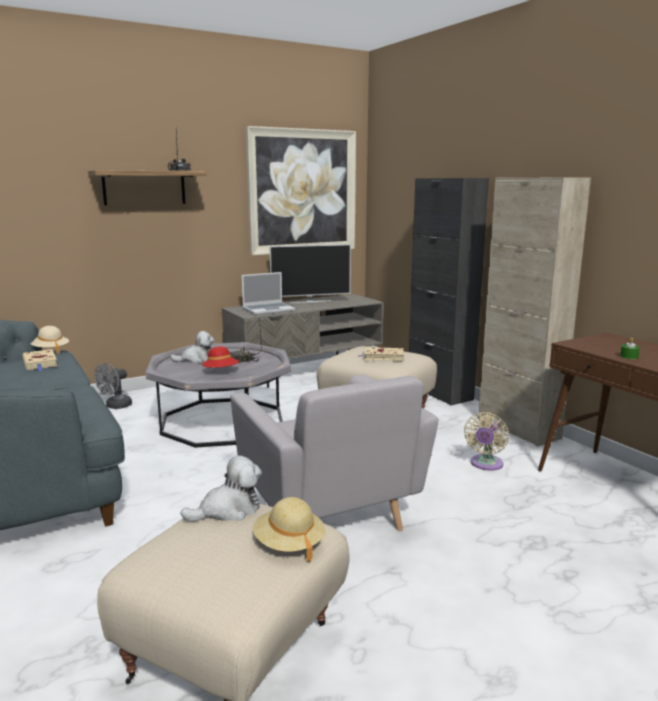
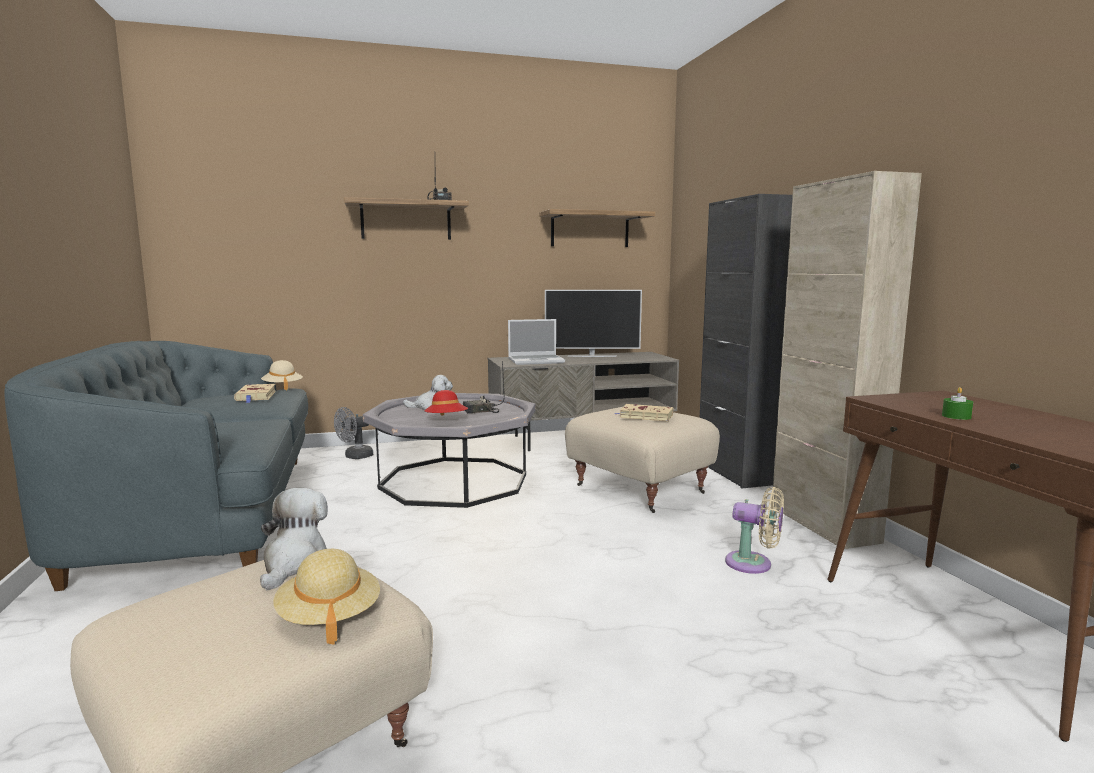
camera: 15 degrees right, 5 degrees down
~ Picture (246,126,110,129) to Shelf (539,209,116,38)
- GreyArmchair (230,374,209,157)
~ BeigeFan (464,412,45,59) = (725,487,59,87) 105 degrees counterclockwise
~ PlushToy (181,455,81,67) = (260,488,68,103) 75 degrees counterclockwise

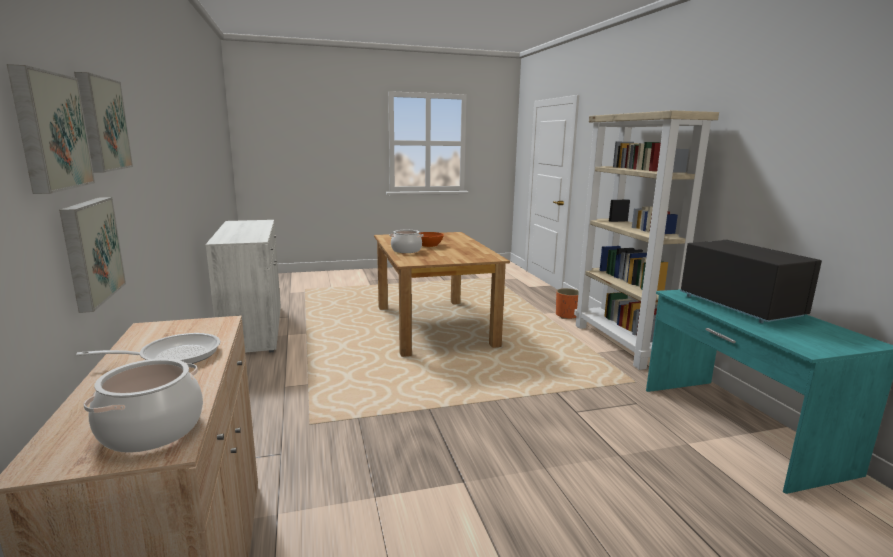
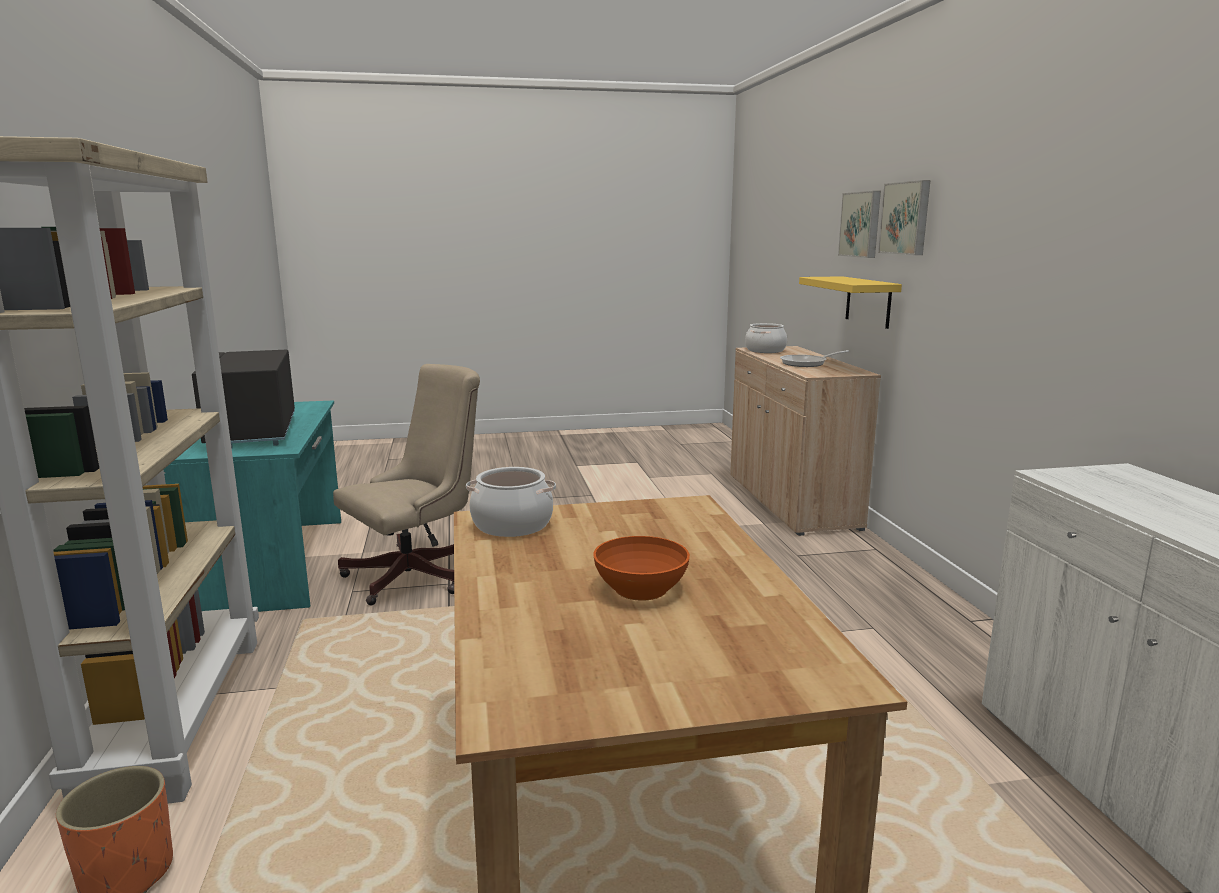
camera: 175 degrees left, 0 degrees up
~ Picture (59,197,67,116) to YellowShelf (799,276,103,53)
~ CookingPot (389,230,34,23) to (466,467,90,70)
+ BeigeOfficeChair (333,364,147,241)

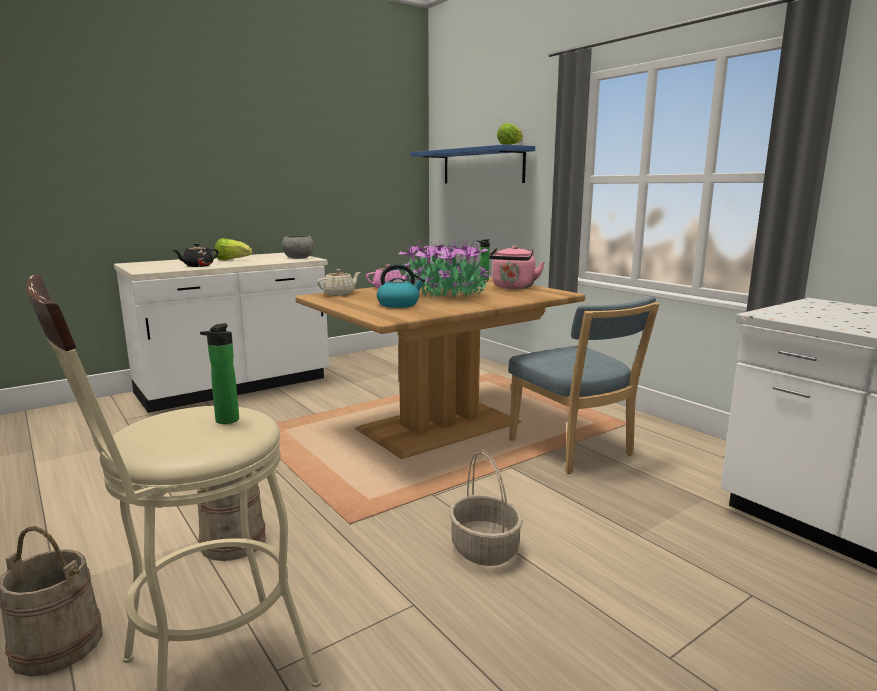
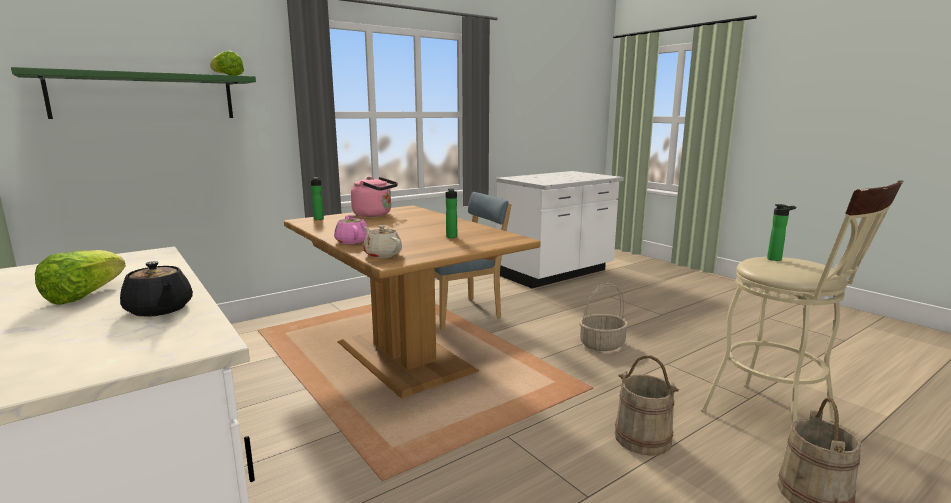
camera: 90 degrees left, 0 degrees up
~ BlueShelf (410,144,125,40) to GreenShelf (11,67,245,52)
- GreyBowl (282,235,32,24)
- PottedPlant (399,239,93,60)
~ Kettle (377,264,48,44) to Bottle (446,188,11,50)

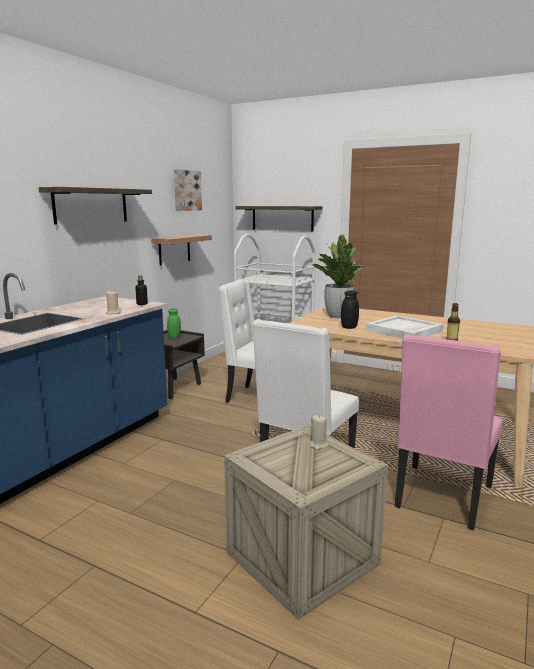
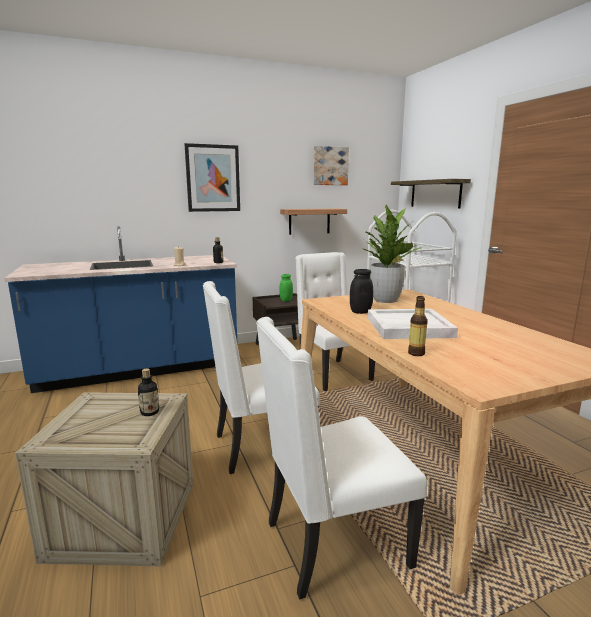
camera: 40 degrees right, 0 degrees up
~ Shelf (39,187,113,38) to Picture (185,143,55,69)
~ PinkChair (395,334,108,196) to WhiteChair (256,317,171,283)
~ BeigeCandle (309,415,20,35) to Bottle (138,368,21,48)

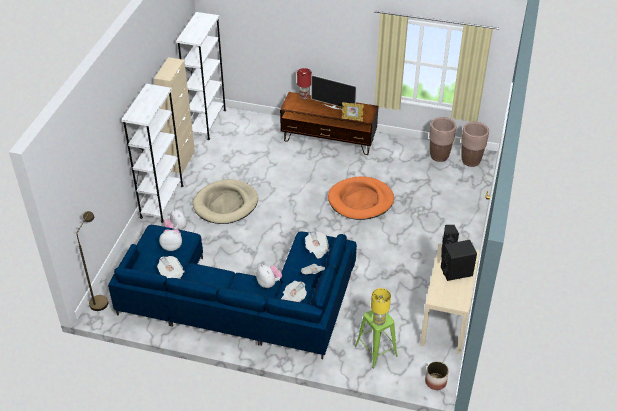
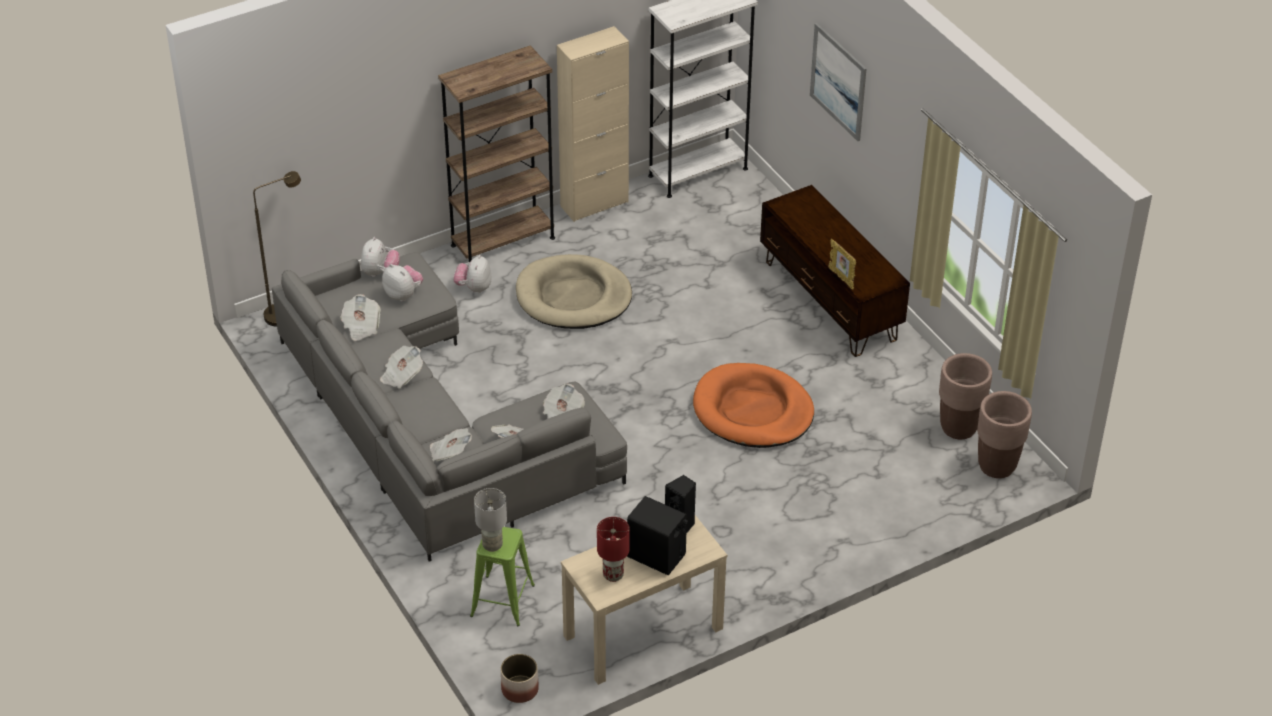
camera: 45 degrees right, 0 degrees up
~ RedTableLamp (297,68,15,32) to (597,517,33,65)
- Television (311,75,46,35)
~ WhiteBookcase (121,84,63,139) to BrownBookcase (438,45,117,217)
~ BlueSofa (108,225,249,134) to GreySofa (272,252,355,309)
~ PlushToy (256,265,26,23) to (361,237,39,40)
~ YellowTableLamp (371,288,20,38) to GreyTableLamp (474,488,33,64)
+ Picture (810,23,57,118)
+ Newspaper (380,346,43,42)

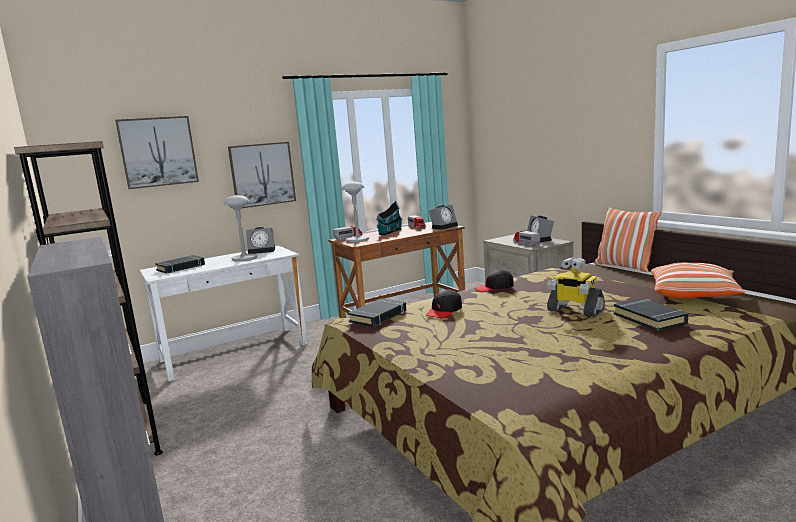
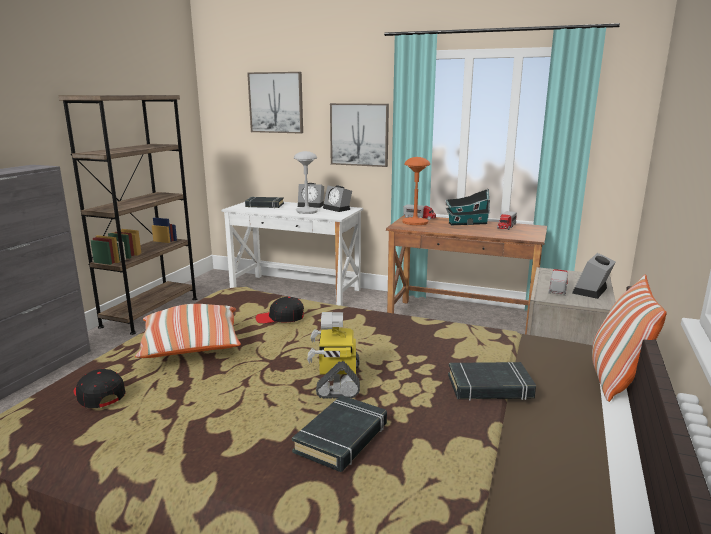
camera: 50 degrees right, 5 degrees up
~ GreyTableLamp (342,182,27,61) to OrangeTableLamp (402,157,28,68)
~ AlarmClock (429,205,29,25) to (298,183,26,25)
~ Pillow (651,263,94,35) to (135,304,106,54)
~ BlackCap (475,270,39,22) to (73,369,53,39)
~ BlackBook (348,298,58,29) to (448,362,88,38)

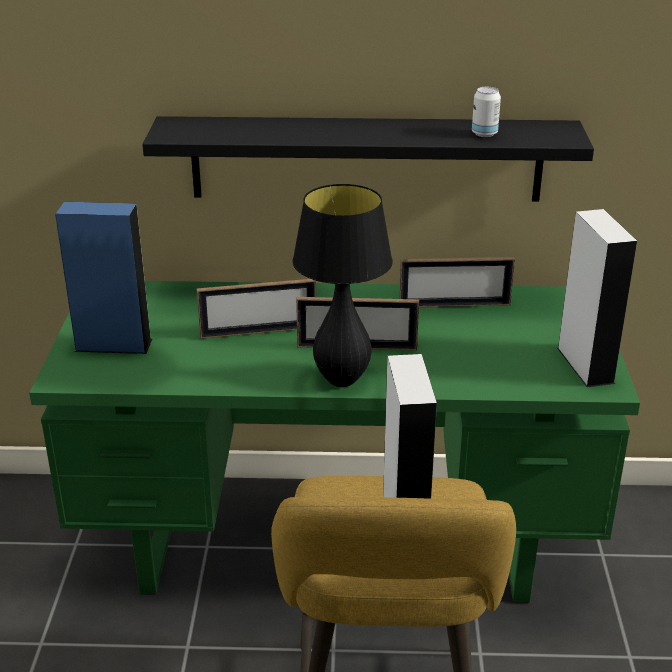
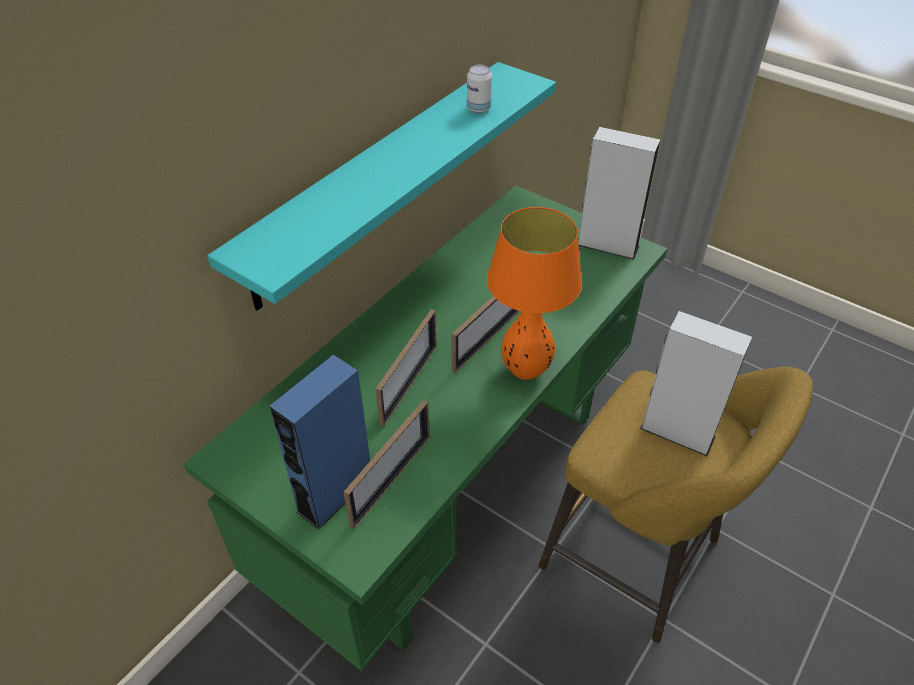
camera: 55 degrees left, 15 degrees up
~ BlackShelf (142,116,452,86) to TurquoiseShelf (207,62,349,249)
~ BlackTableLamp (292,184,101,203) to OrangeTableLamp (487,207,95,173)
~ PictureFrame (399,257,116,50) to (343,400,87,129)

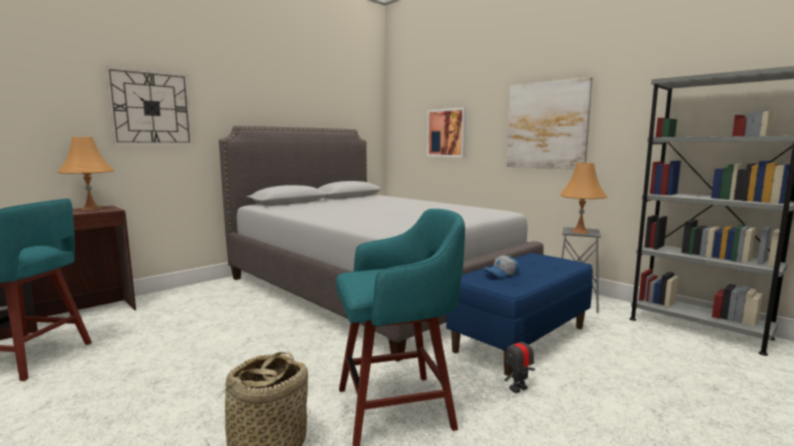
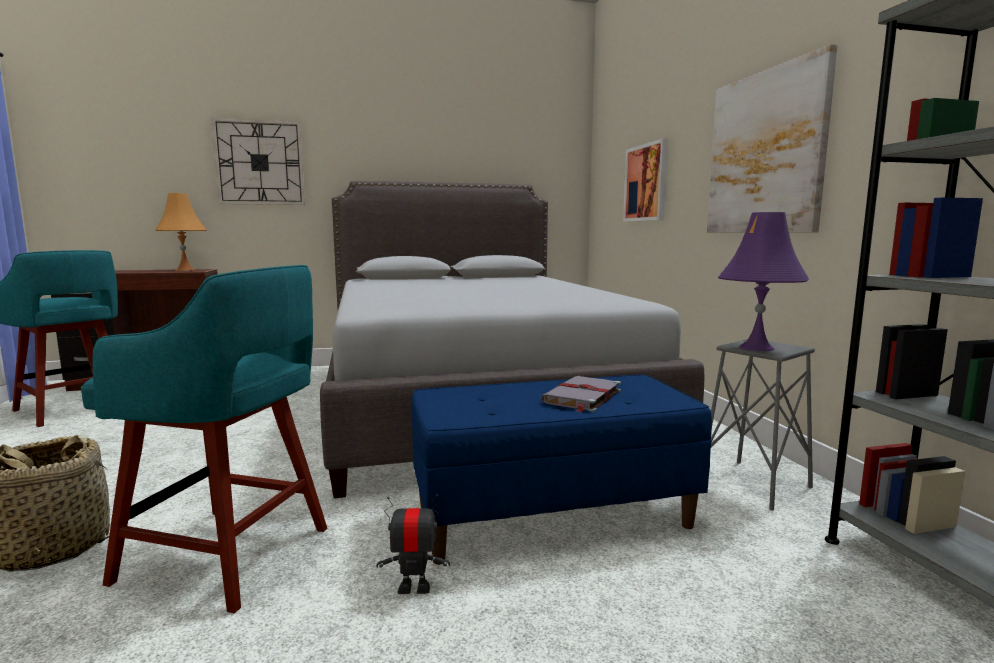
camera: 30 degrees right, 0 degrees up
~ OrangeTableLamp (560,163,47,71) to PurpleTableLamp (718,212,91,139)
- Cap (484,255,35,23)
+ GreyBook (541,376,80,36)

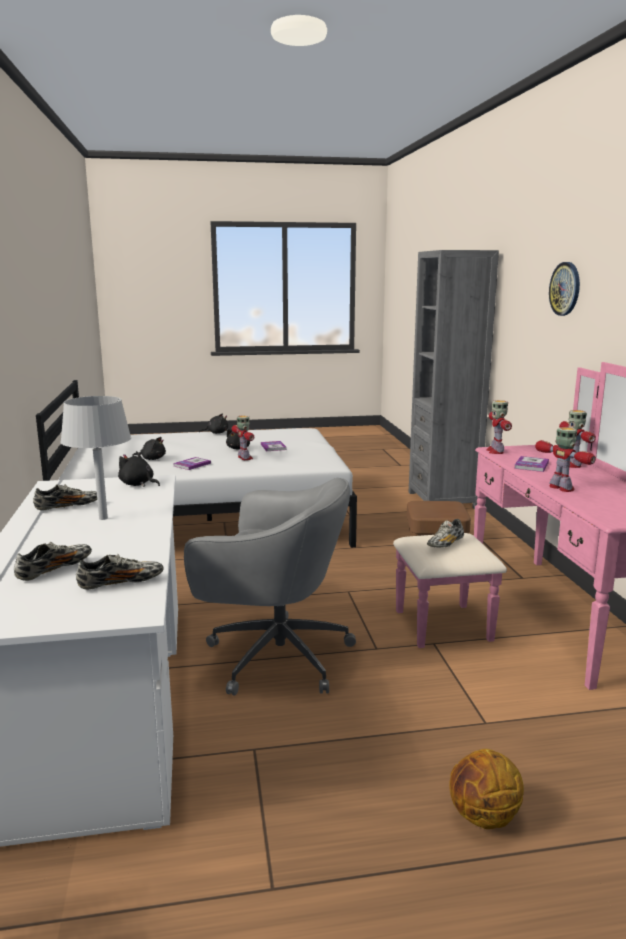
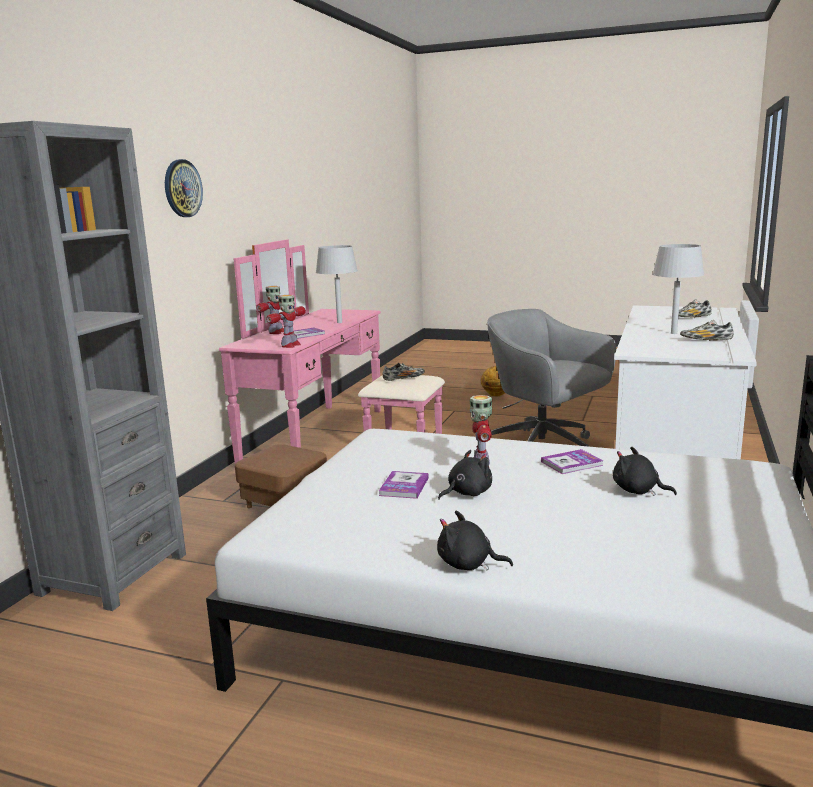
camera: 150 degrees left, 0 degrees up
~ ToyRobot (535,427,61,65) to GreyTableLamp (316,245,42,78)
- BlackPlushToy (118,451,42,36)
- Shoe (76,554,88,36)

